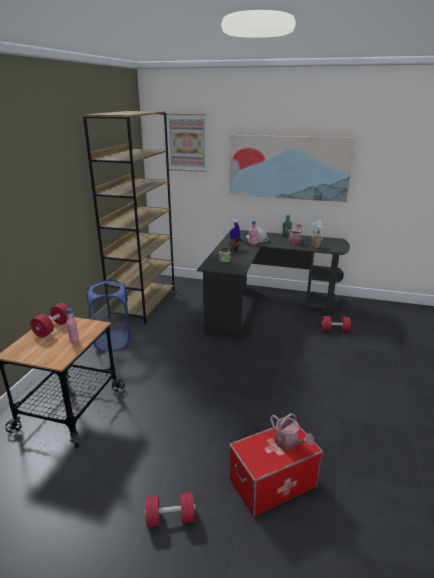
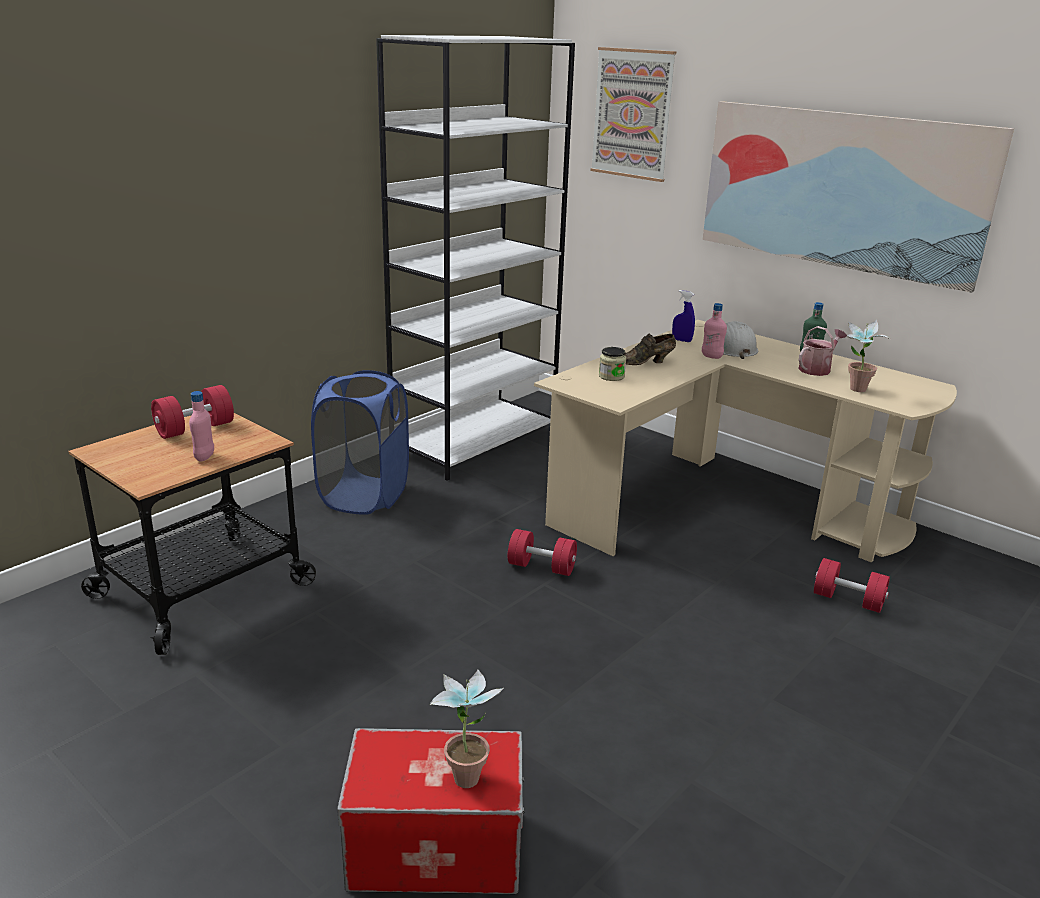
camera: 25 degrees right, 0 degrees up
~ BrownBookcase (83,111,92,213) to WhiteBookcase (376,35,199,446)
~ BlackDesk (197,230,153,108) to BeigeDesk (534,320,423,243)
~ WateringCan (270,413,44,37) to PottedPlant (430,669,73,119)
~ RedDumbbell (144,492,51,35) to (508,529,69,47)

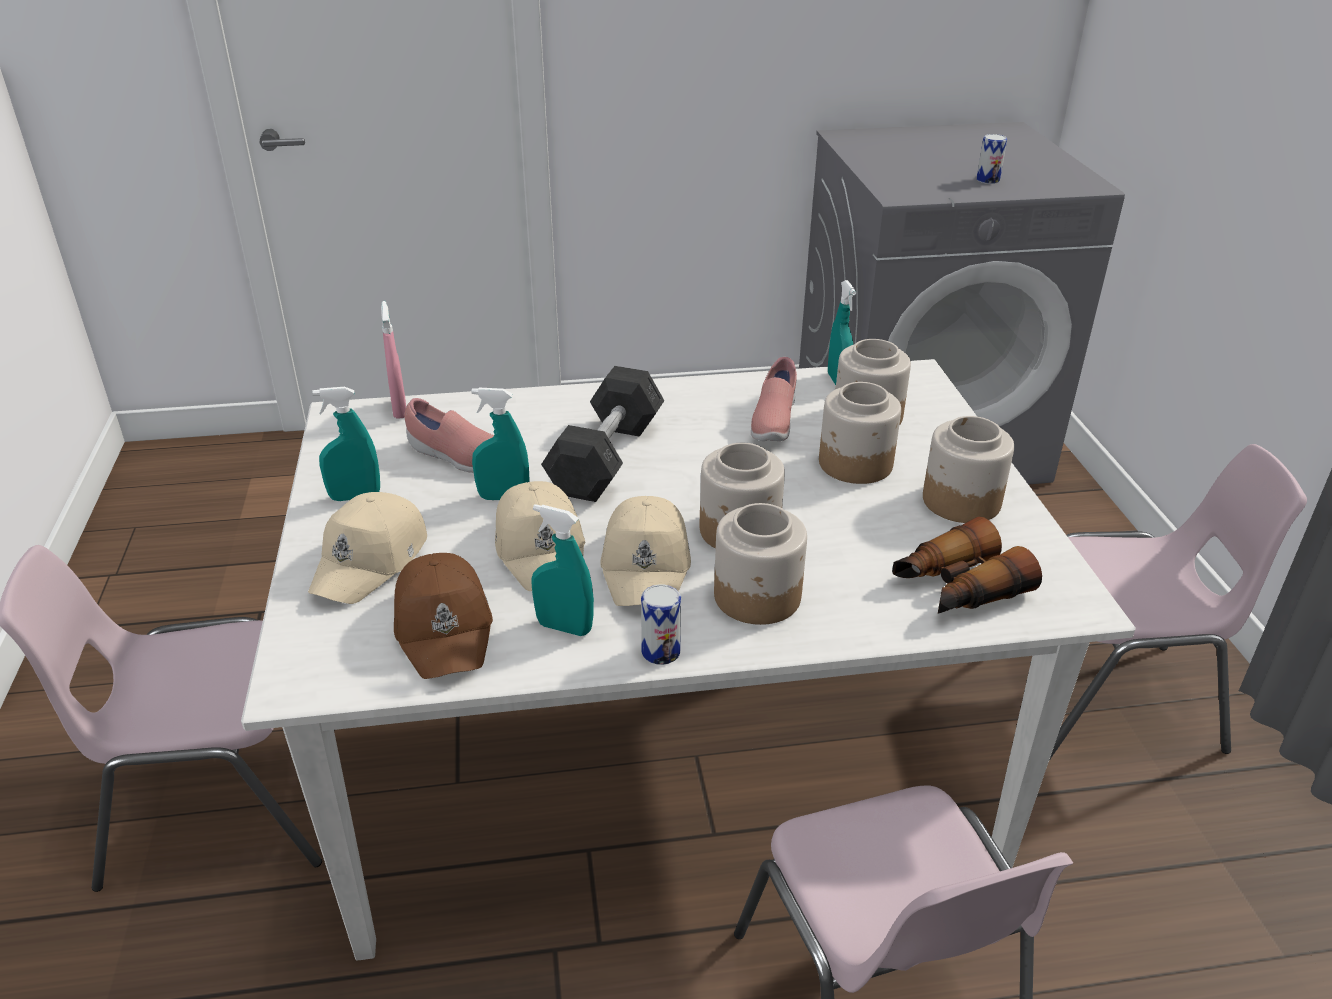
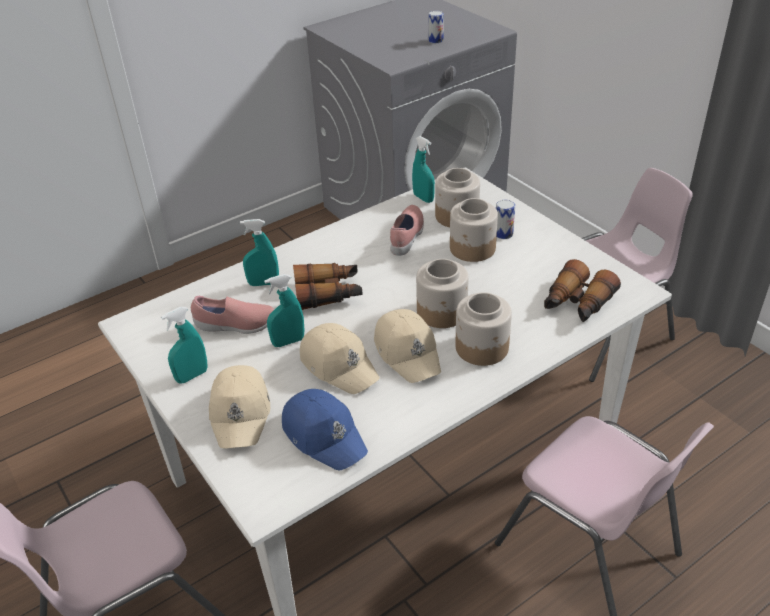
camera: 25 degrees left, 5 degrees up
- PinkSprayBottle (381,301,25,118)
~ PinkShoe (751,357,46,84) = (390,205,34,51) 150 degrees counterclockwise
~ GreyDumbbell (541,366,123,136) to Binoculars (293,263,70,47)
- Jar (923,416,91,107)
~ TurquoiseSprayBottle (532,504,62,132) to (240,219,39,67)
~ BrownCap (394,553,99,126) to BlueCap (282,389,86,82)
~ Can (641,584,40,81) to (496,200,19,39)

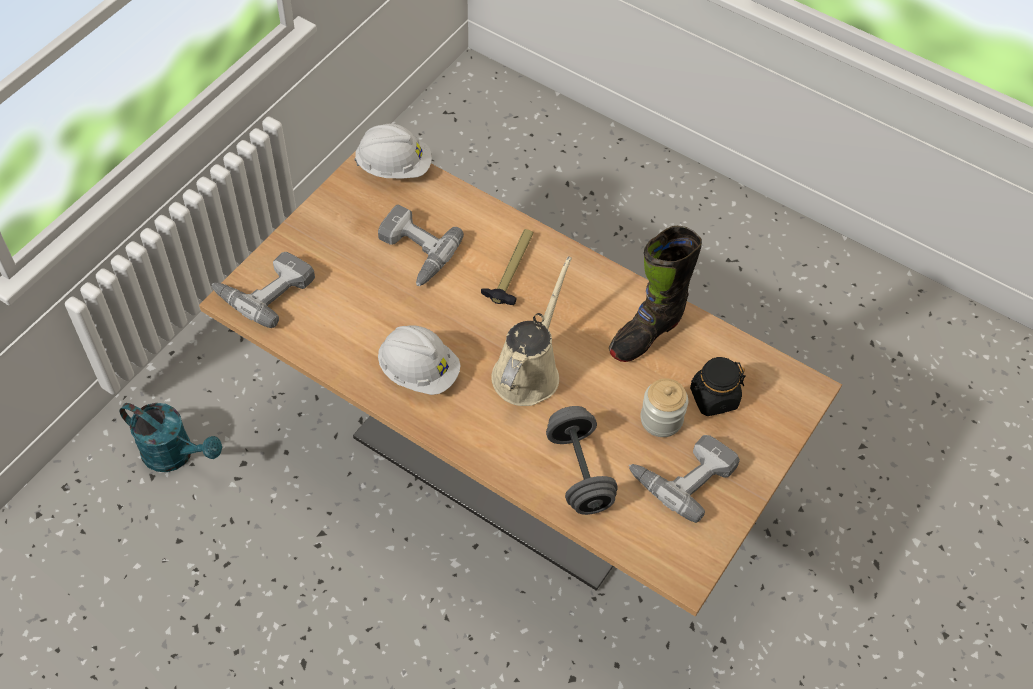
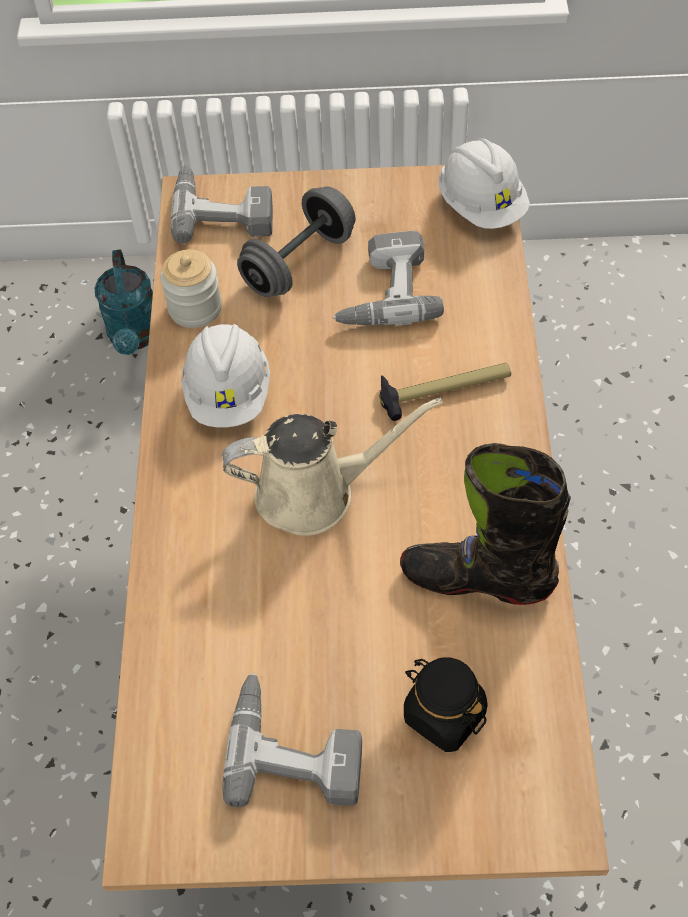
camera: 60 degrees right, 0 degrees up
~ Jar (640,378,48,59) to (160,250,62,78)
~ GreyDumbbell (546,406,72,109) to (237,186,119,111)

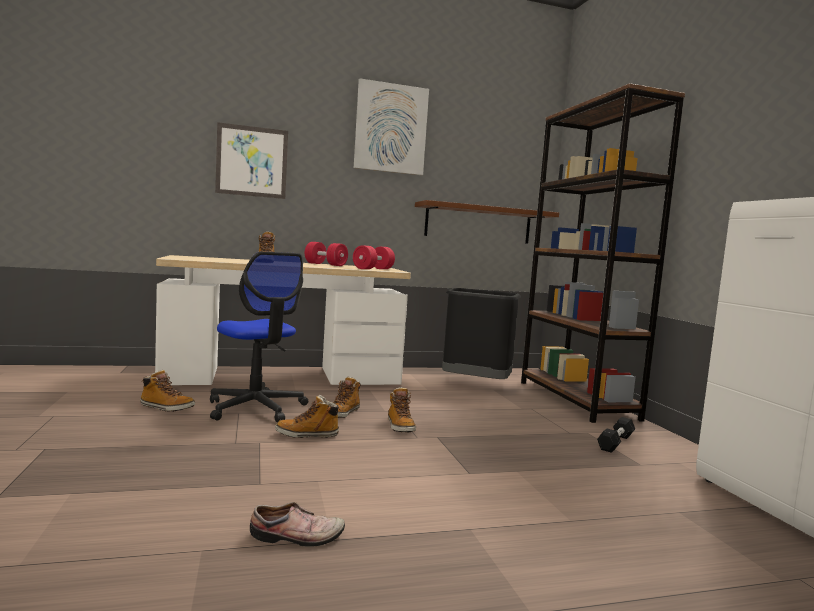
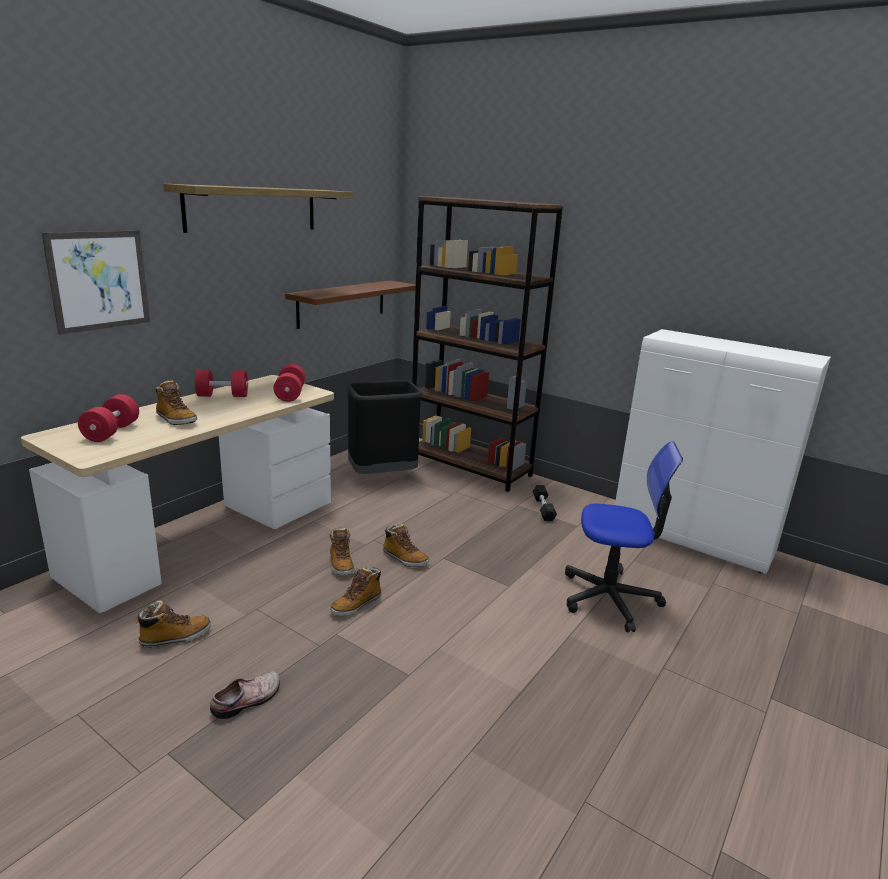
camera: 40 degrees left, 15 degrees up
~ Picture (354,78,75,97) to Shelf (163,184,190,49)
~ OfficeChair (210,251,98,171) to (565,441,118,191)
~ Shoe (250,502,95,45) to (210,671,70,48)
+ RedDumbbell (78,394,61,48)

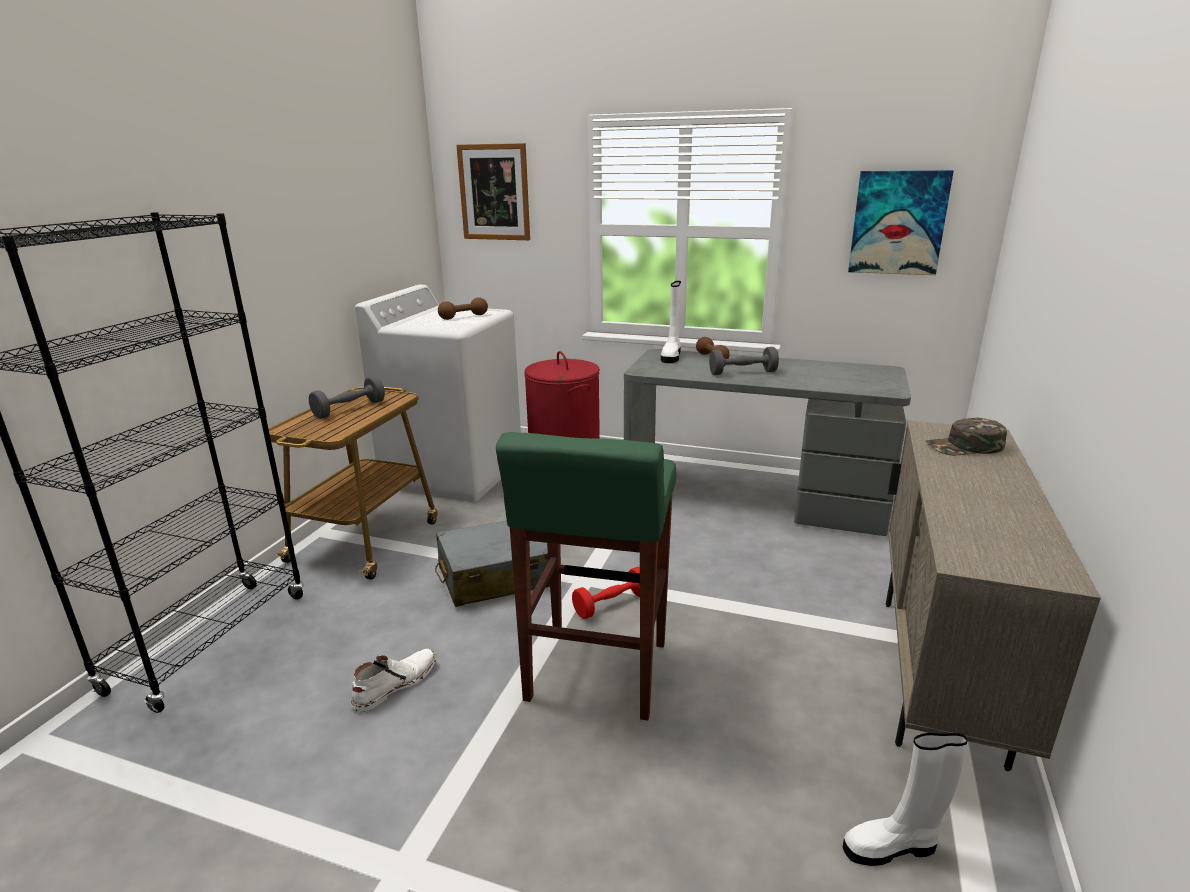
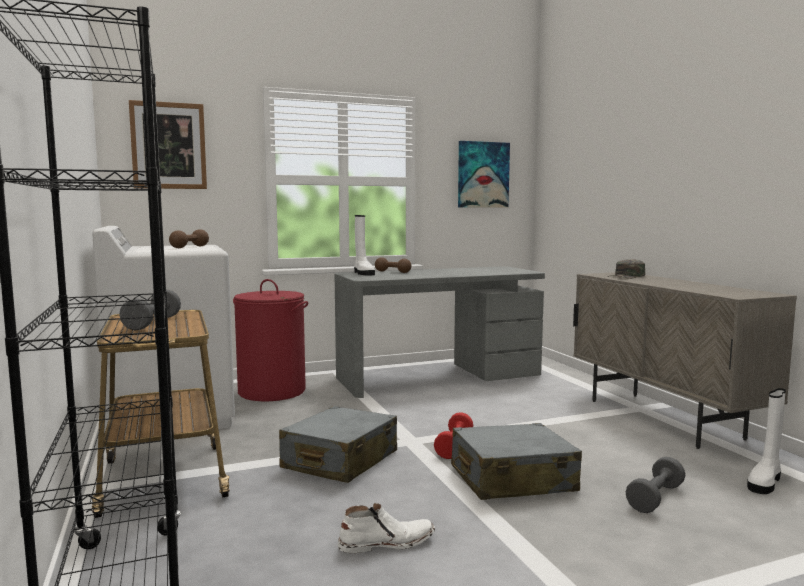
camera: 40 degrees left, 15 degrees down
~ GreyDumbbell (709,347,70,28) to (626,457,59,56)
~ GreenStool (496,432,180,288) to GreySuitcase (451,423,131,77)
~ WhiteBoot (351,649,85,63) = (338,503,97,50) 75 degrees clockwise

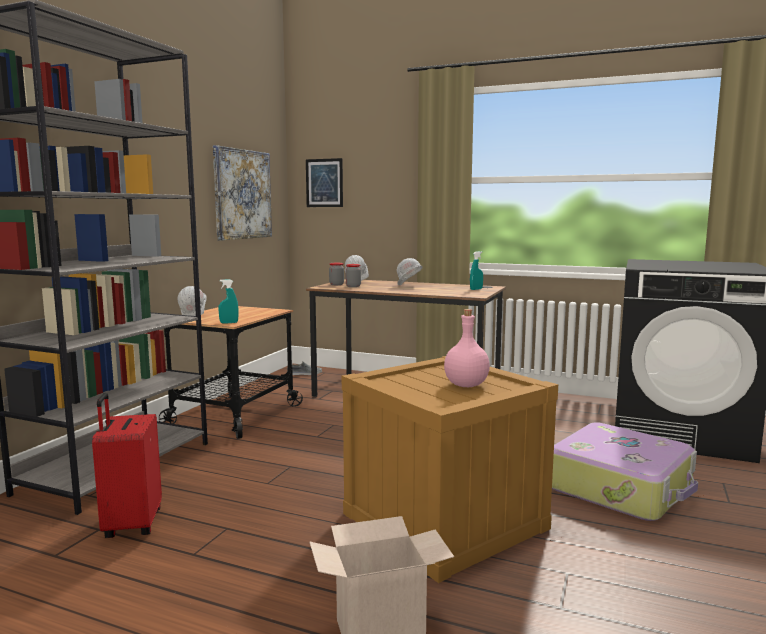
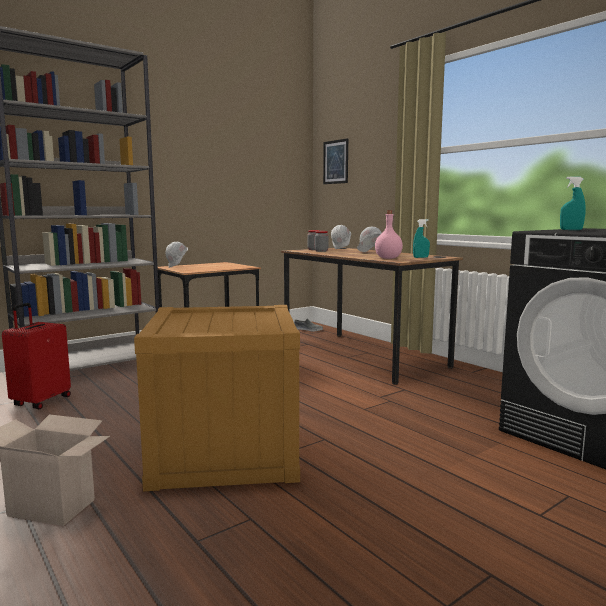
camera: 30 degrees right, 0 degrees up
- Picture (213,145,59,96)
~ TurquoiseSprayBottle (218,279,21,44) to (560,176,26,54)
~ PinkBottle (444,309,46,78) to (375,210,28,49)
- Suitcase (552,422,146,99)

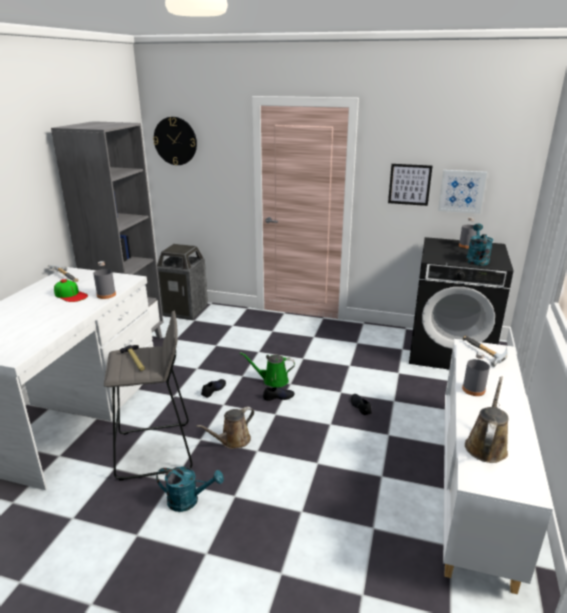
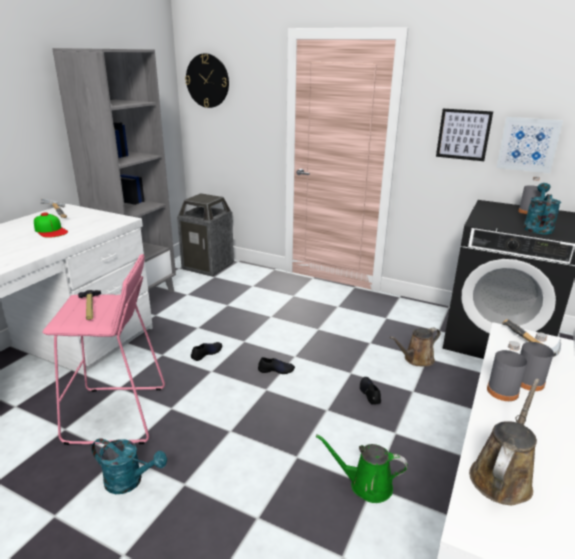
camera: 10 degrees right, 0 degrees up
~ GreyBottle (93,261,23,38) to (520,332,34,59)
~ GreyStool (104,310,89,170) to PinkStool (42,254,123,191)
~ GreenWateringCan (240,352,55,36) to (316,434,92,69)
~ BrownWateringCan (196,407,58,42) to (390,328,51,38)

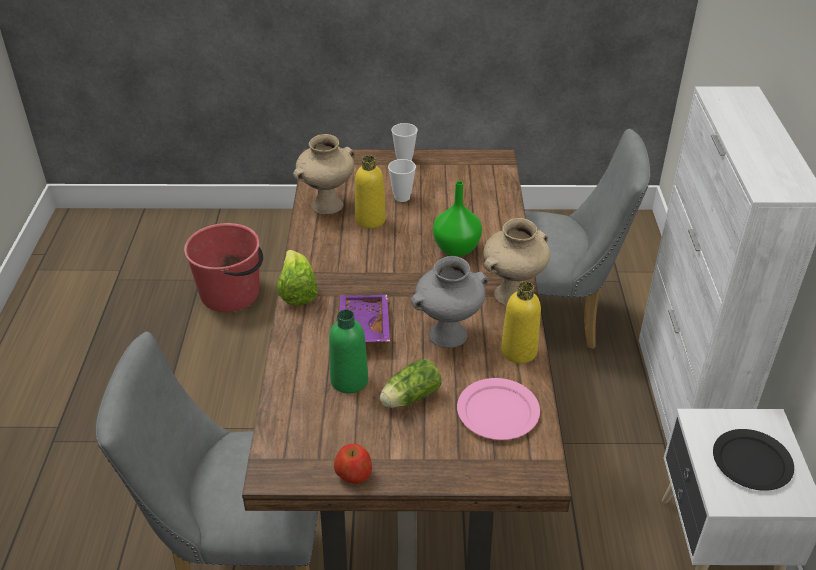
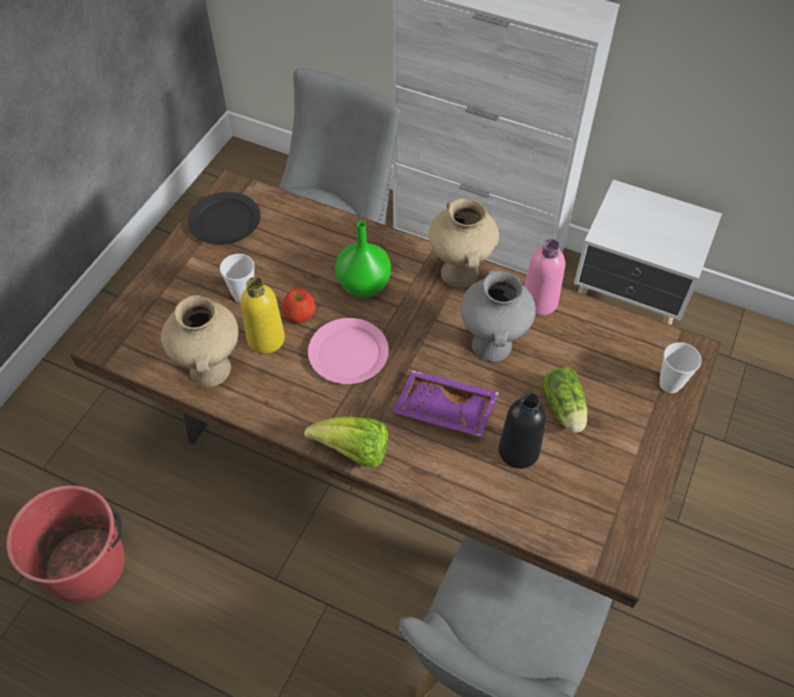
camera: 65 degrees left, 15 degrees up
~ Cup (391,123,27,38) to (660,342,42,51)
~ YellowBottle (501,281,40,83) to PinkBottle (524,239,41,77)
~ GreenBottle (329,309,39,84) to BlackBottle (499,393,47,76)
~ PinkPlate (457,378,83,62) to (308,318,81,66)
~ BlackPlate (713,429,81,62) to (188,192,73,53)
~ Apple (334,443,38,41) to (282,289,34,35)

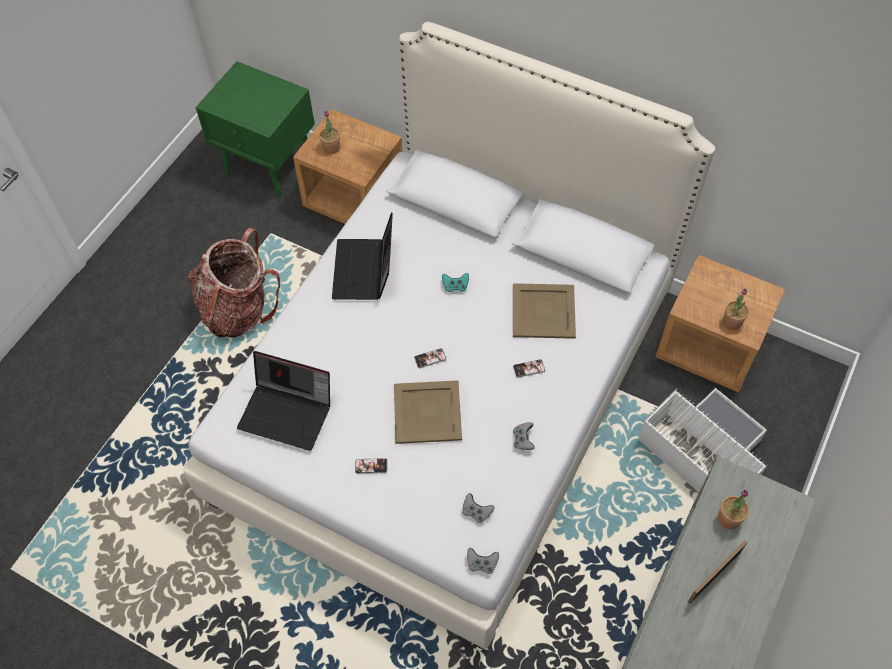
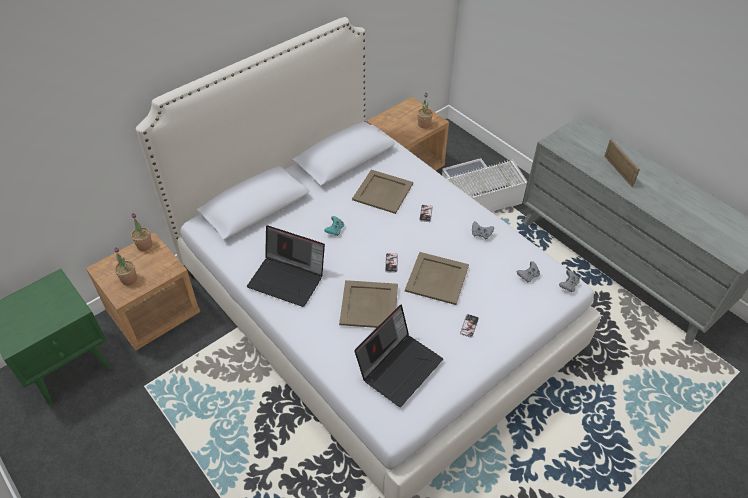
camera: 70 degrees left, 10 degrees down
- Backpack (188,228,92,109)
~ PottedPlant (718,490,31,39) to (131,213,21,38)
+ BeigeTray (339,280,59,48)

